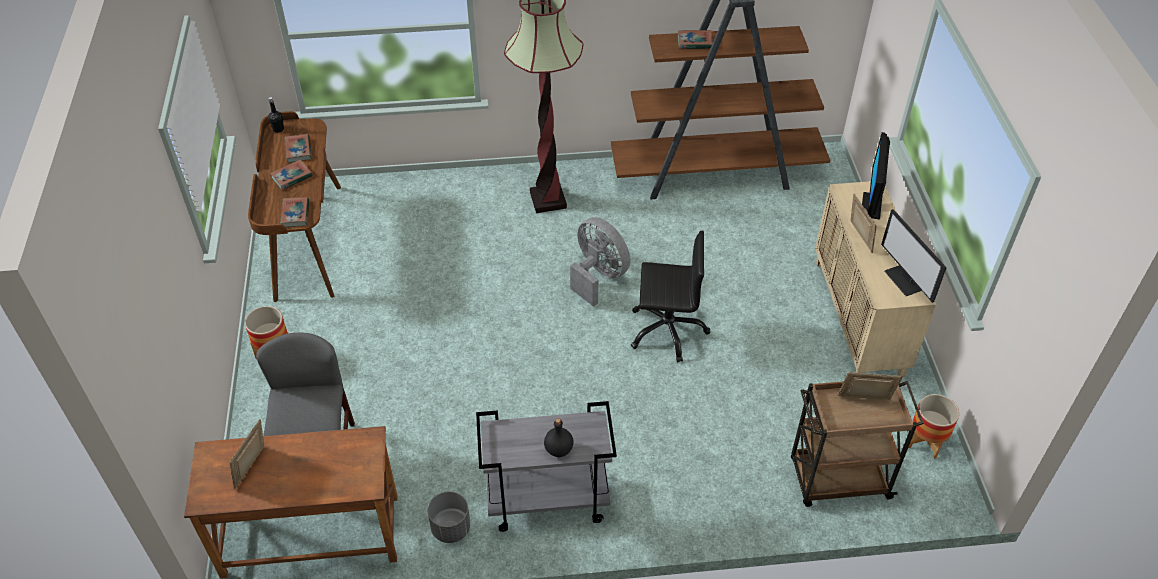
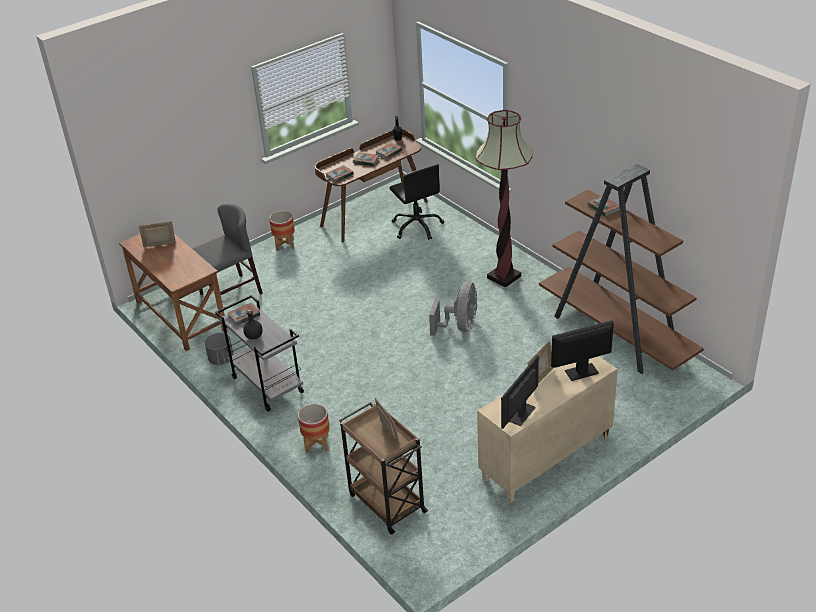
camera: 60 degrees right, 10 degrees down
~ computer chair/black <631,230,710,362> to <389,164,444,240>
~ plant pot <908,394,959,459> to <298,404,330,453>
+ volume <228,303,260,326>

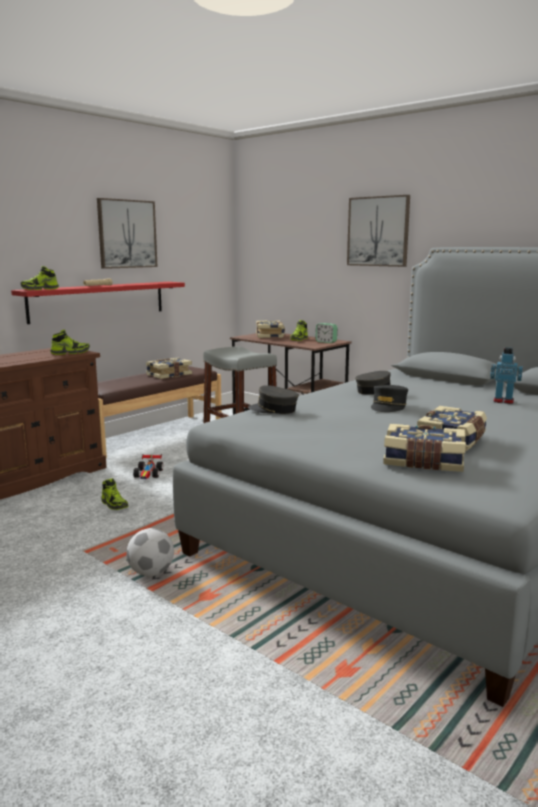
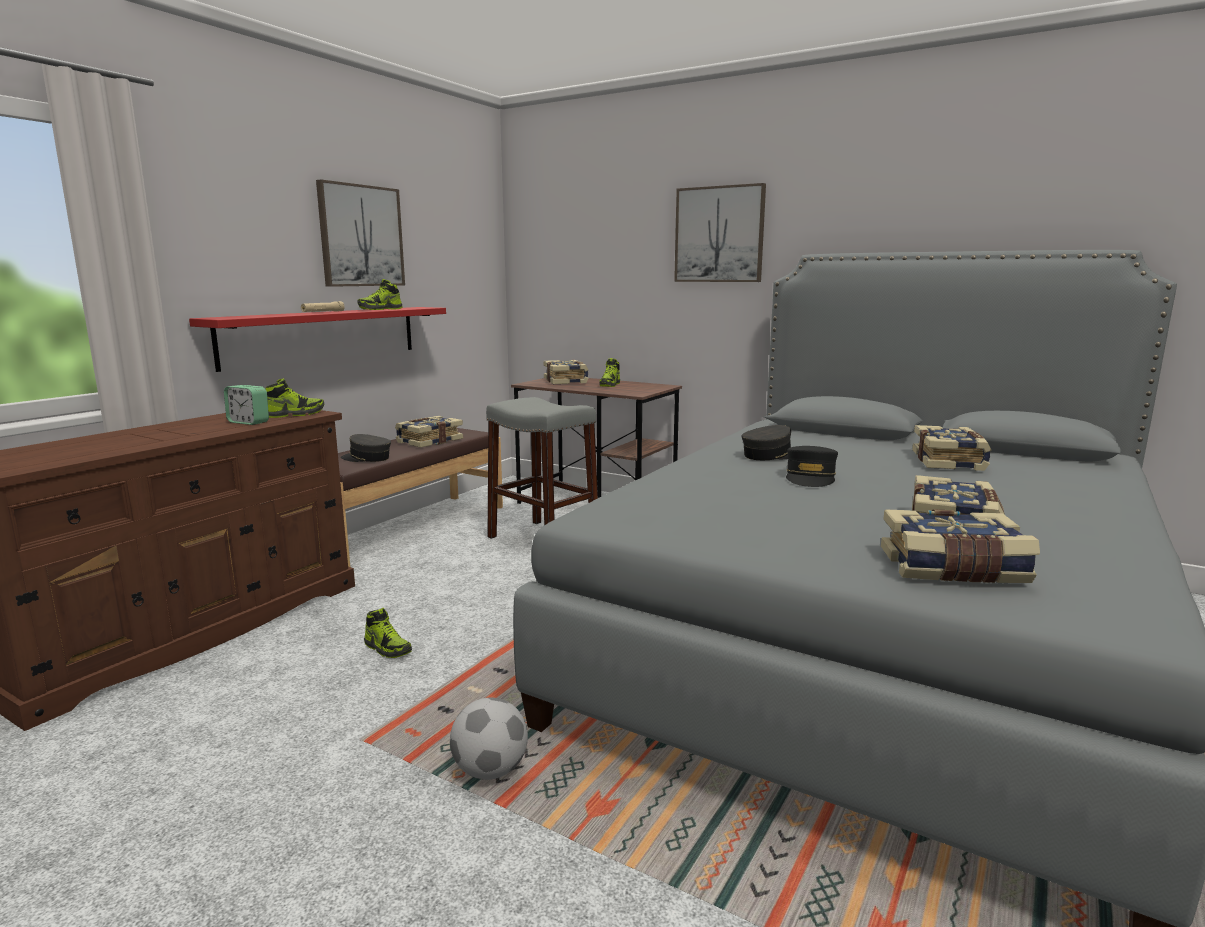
camera: 10 degrees left, 0 degrees up
~ shoe <20,266,59,290> to <357,279,402,310>
- toy car <133,454,163,479>
~ cap/gray <248,385,299,414> to <340,434,391,462>
~ bedside clock <315,323,338,343> to <224,385,269,425>
~ toy robot <490,347,523,404> to volume <912,425,991,471>

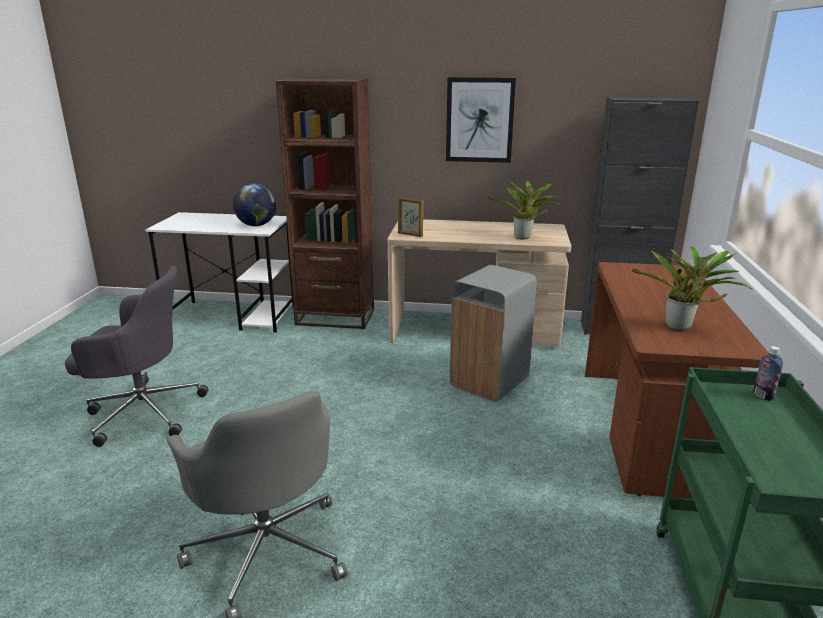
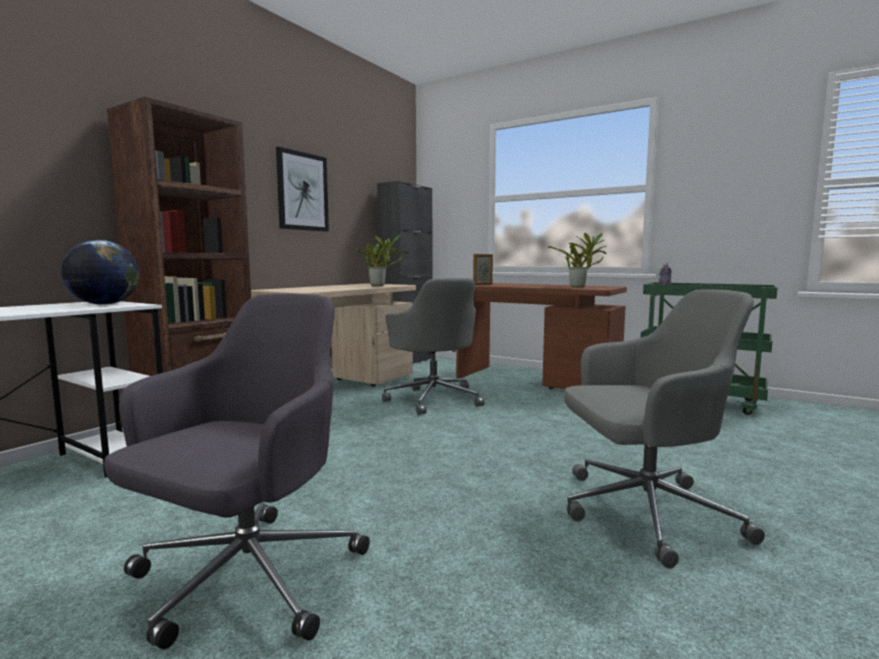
camera: 65 degrees left, 15 degrees down
~ photo frame <398,197,423,237> to <473,254,493,285>
~ rubbish bin/gray <450,265,537,402> to computer chair/gray <382,278,485,415>

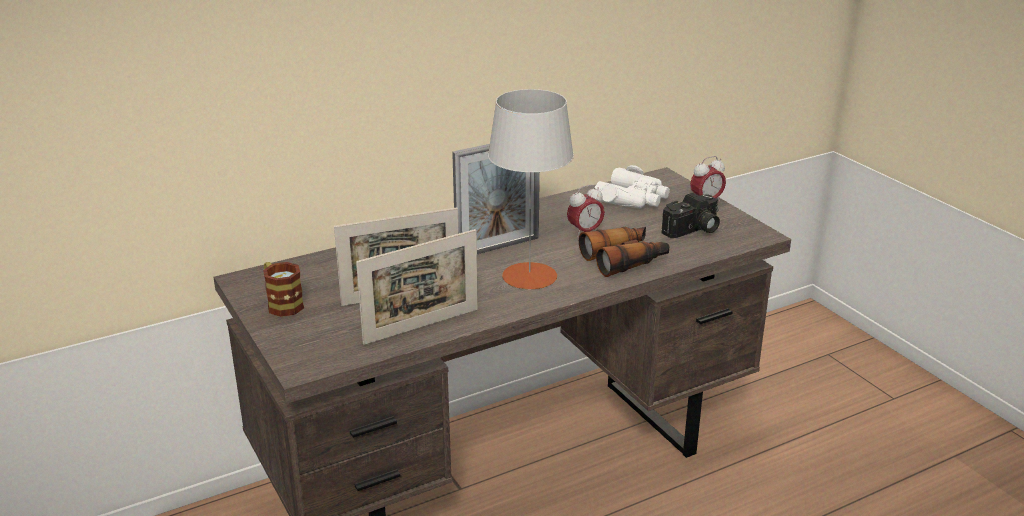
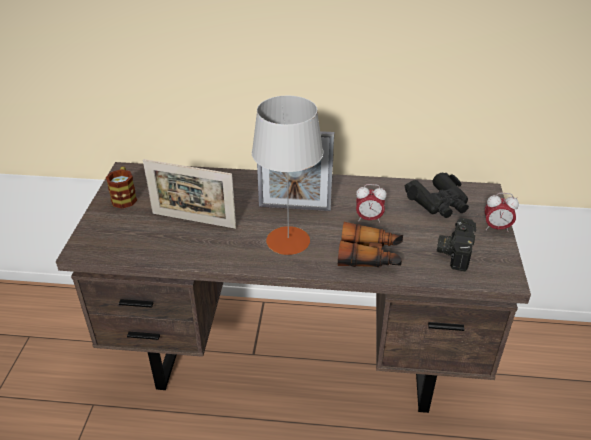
camera: 35 degrees right, 10 degrees up
- photo frame <356,229,478,345>
~ field glasses/white <593,165,670,208> to field glasses/black <405,173,469,218>
~ photo camera <662,193,720,238> = <437,218,476,271> 105 degrees clockwise

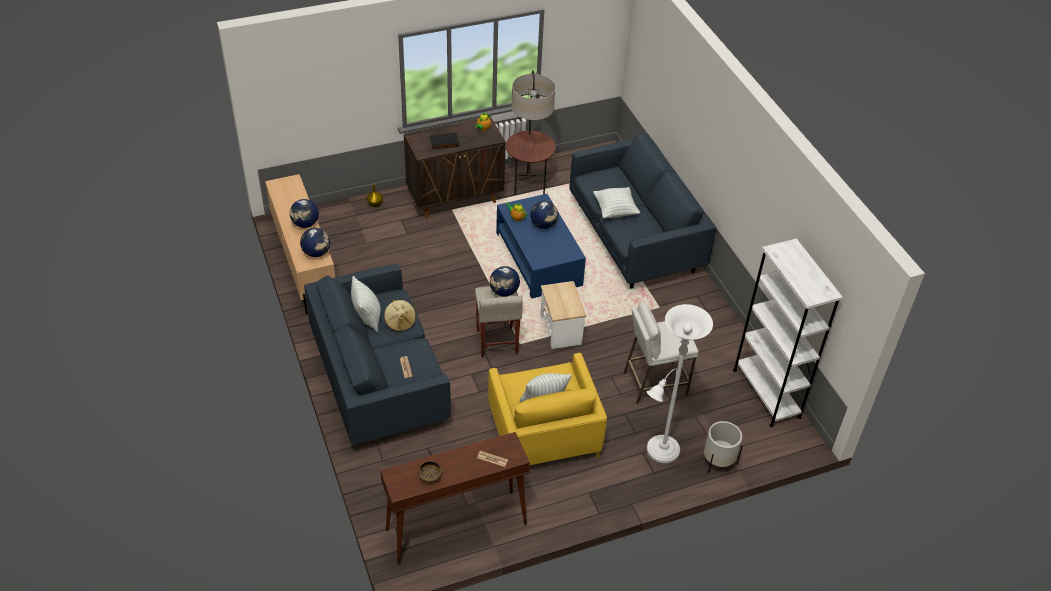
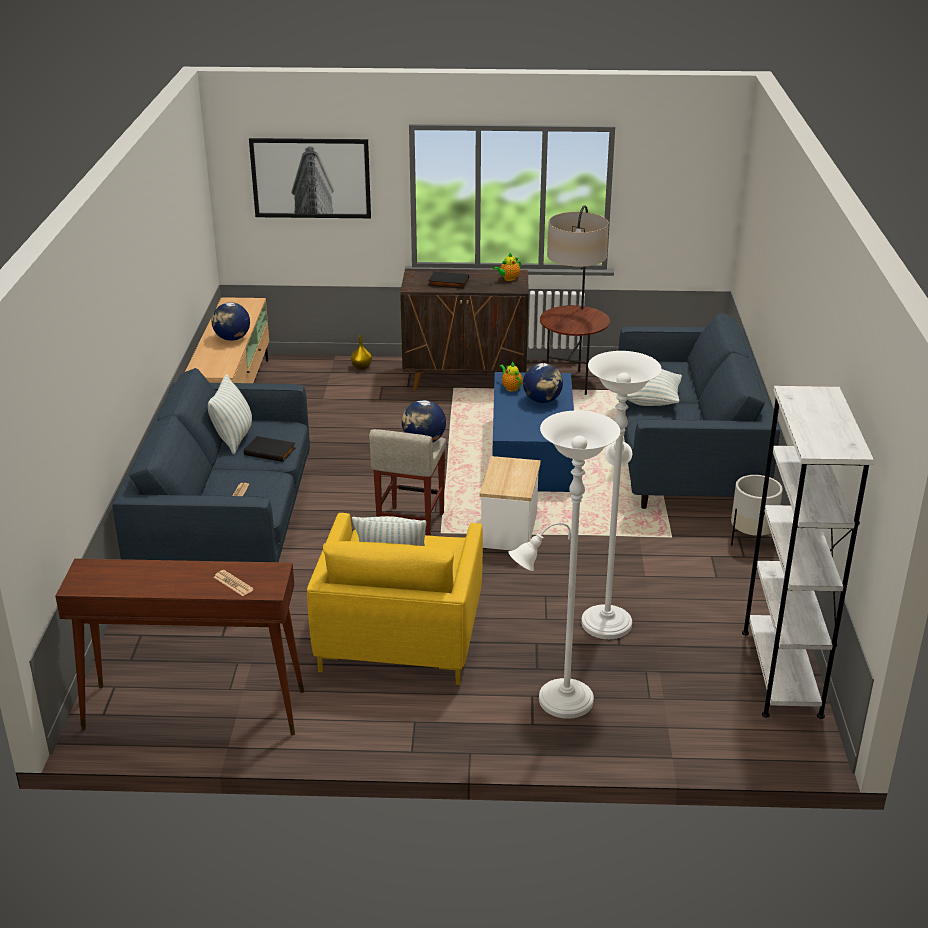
camera: 25 degrees right, 15 degrees down
- globe <300,228,330,257>
~ wearable hat/sand-coloured <384,300,416,332> to volume/black <244,436,295,462>
- deep dish <418,461,442,483>
~ sitting stool/white <623,301,699,404> to standard lamp/white <581,351,661,639>
~ plant pot/white <704,421,743,474> to <731,475,783,545>
+ wall art <249,138,371,218>

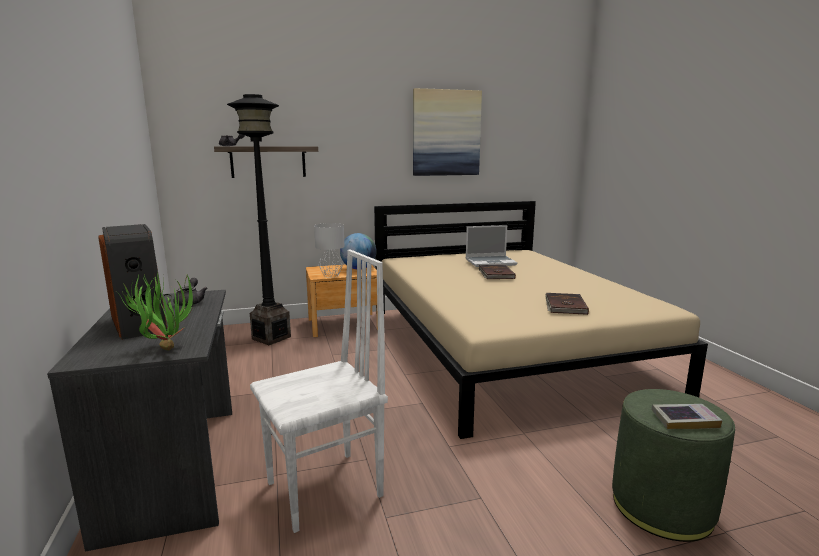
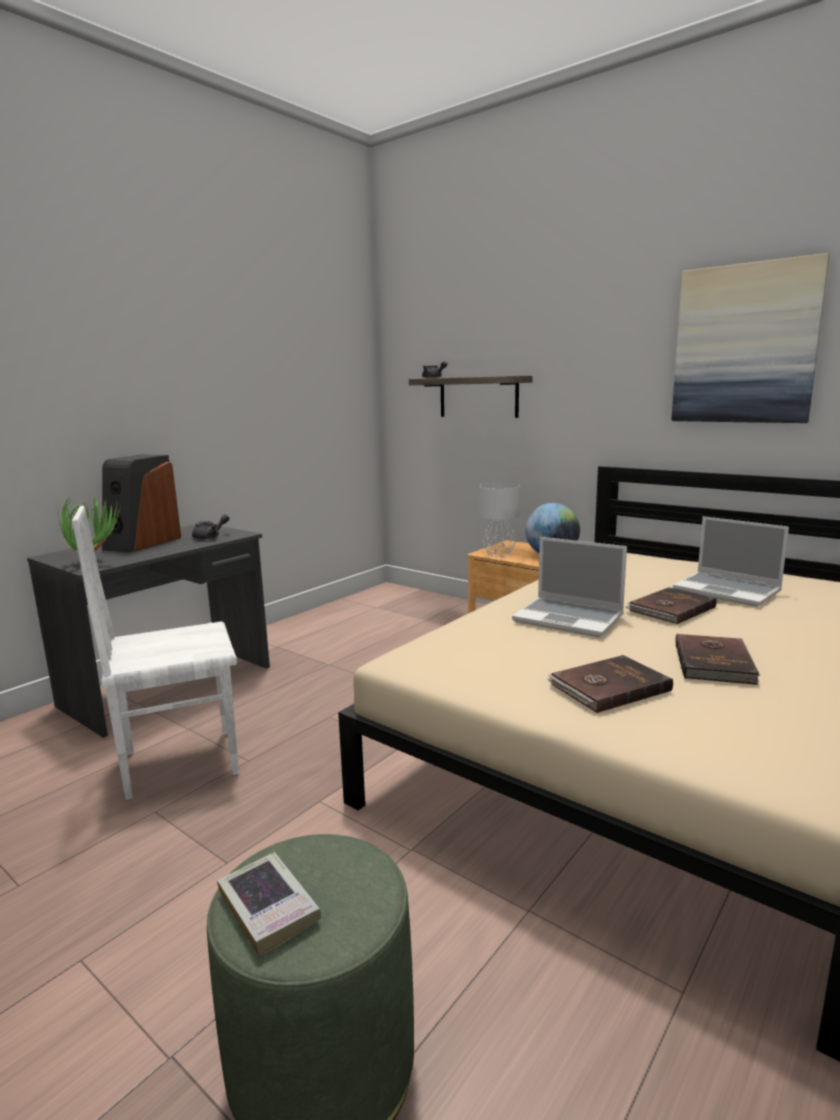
camera: 55 degrees right, 0 degrees up
- standard lamp/black <227,94,291,345>
~ chair/white <250,249,388,533> = <72,506,239,800> 135 degrees clockwise
+ portable computer <512,537,627,637>
+ volume/brown <675,634,760,685>

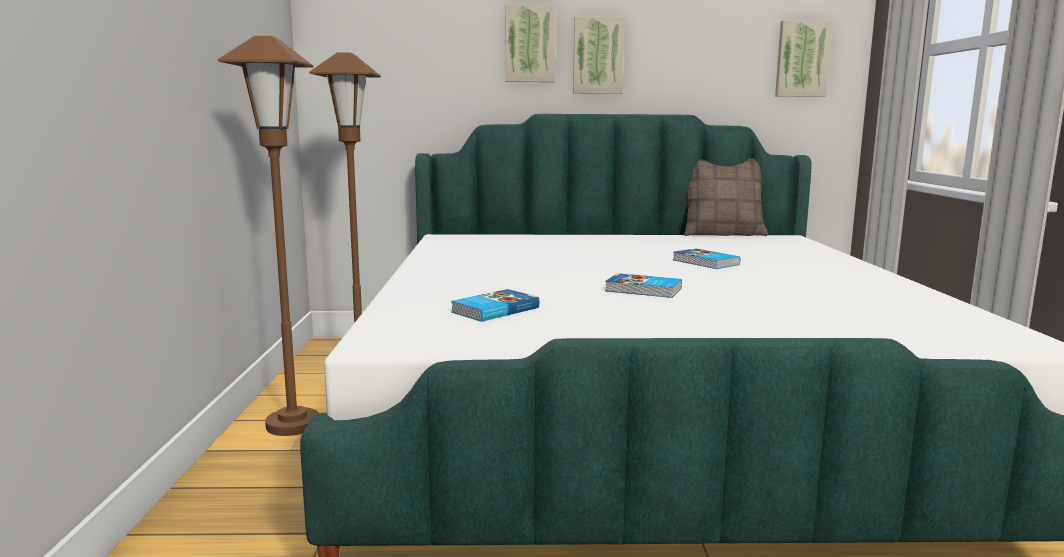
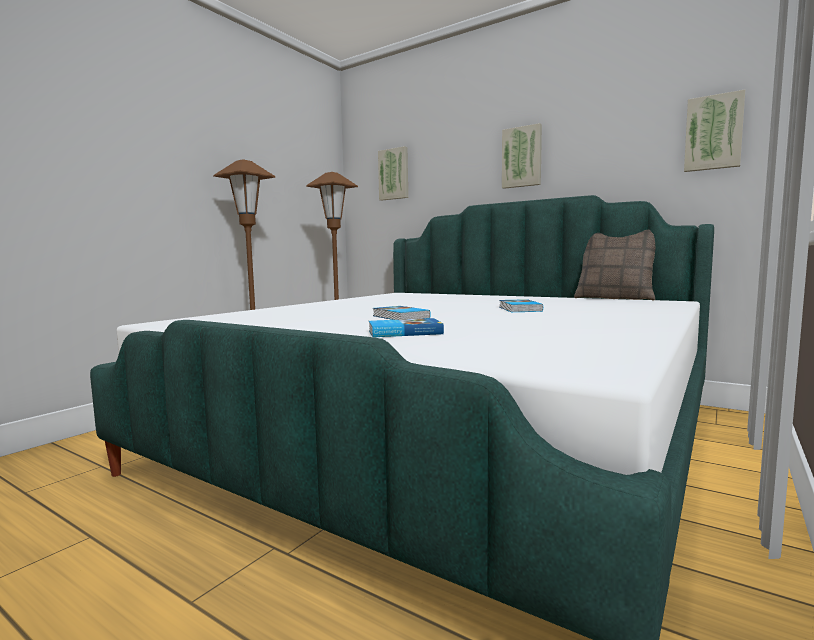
camera: 35 degrees right, 5 degrees down
~ volume <451,289,539,322> to <369,318,444,337>
~ wall art <505,4,556,82> to <378,146,408,200>

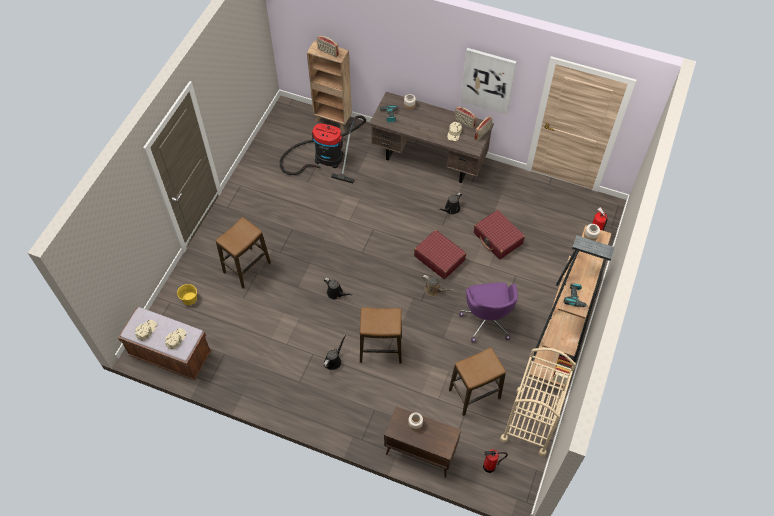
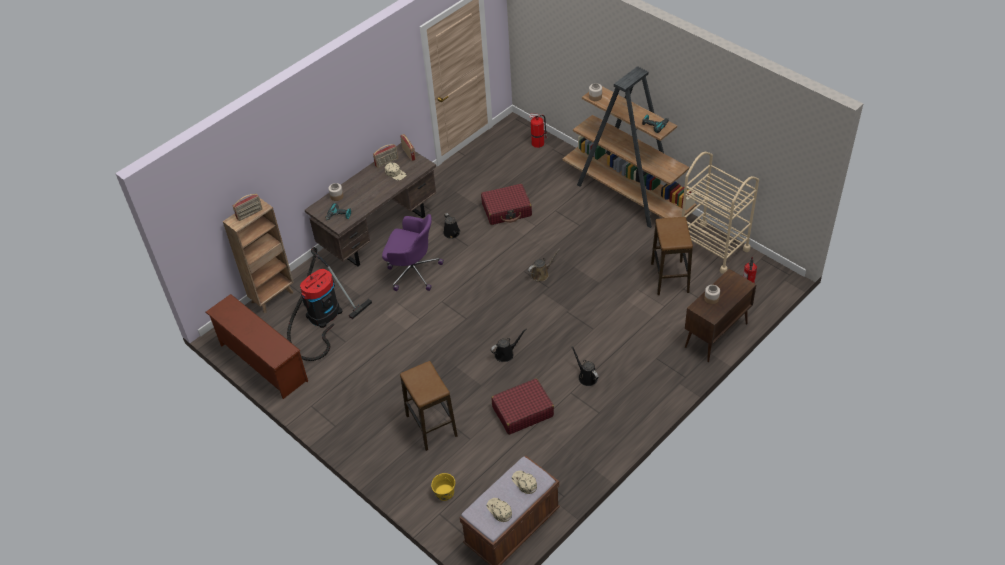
camera: 65 degrees left, 10 degrees down
- sitting stool <360,307,402,364>
~ suitcase/red-coloured <414,230,466,279> to <491,378,554,435>
~ computer chair/purple-coloured <459,282,518,343> to <382,214,444,291>
- wall art <461,48,517,115>
+ shoe rack/brown <206,294,308,399>

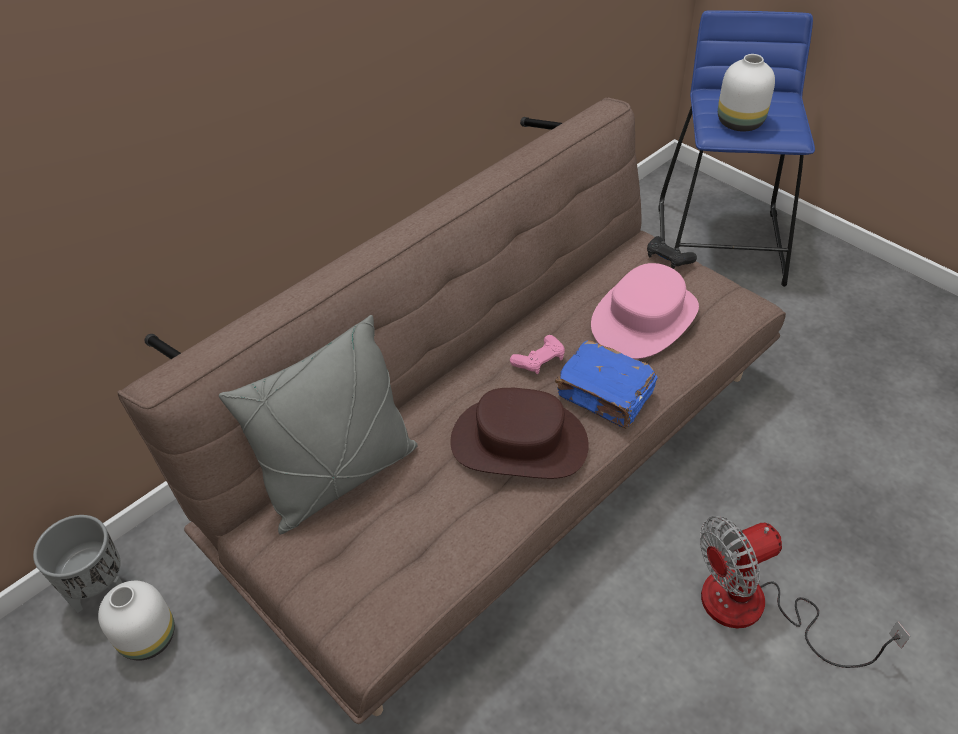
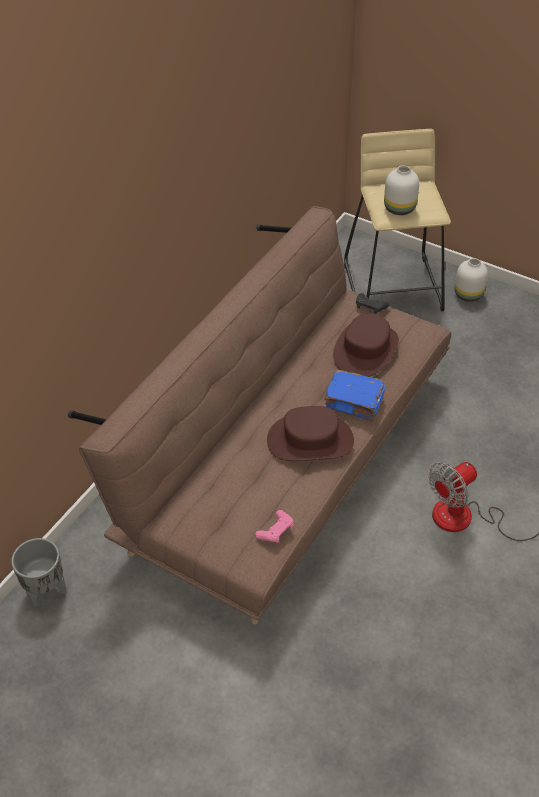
camera: 15 degrees left, 0 degrees up
~ vase/white <98,581,175,660> to <454,258,488,302>
- cushion/gray <219,315,418,534>
~ gamepad/pinkish <510,335,565,374> to <255,510,294,543>
~ wearable hat/pinkish <591,263,699,359> to wearable hat/brown <333,313,399,377>
~ sitting stool/blue-coloured <659,10,815,287> to sitting stool/sand-coloured <344,129,451,312>

